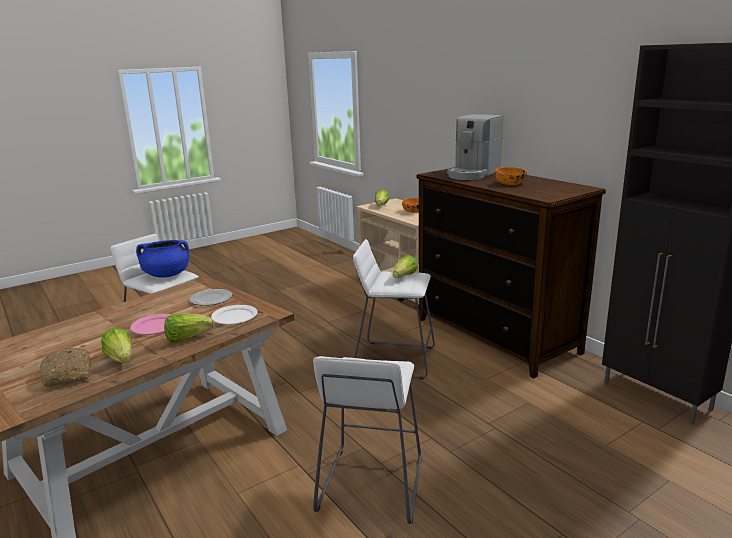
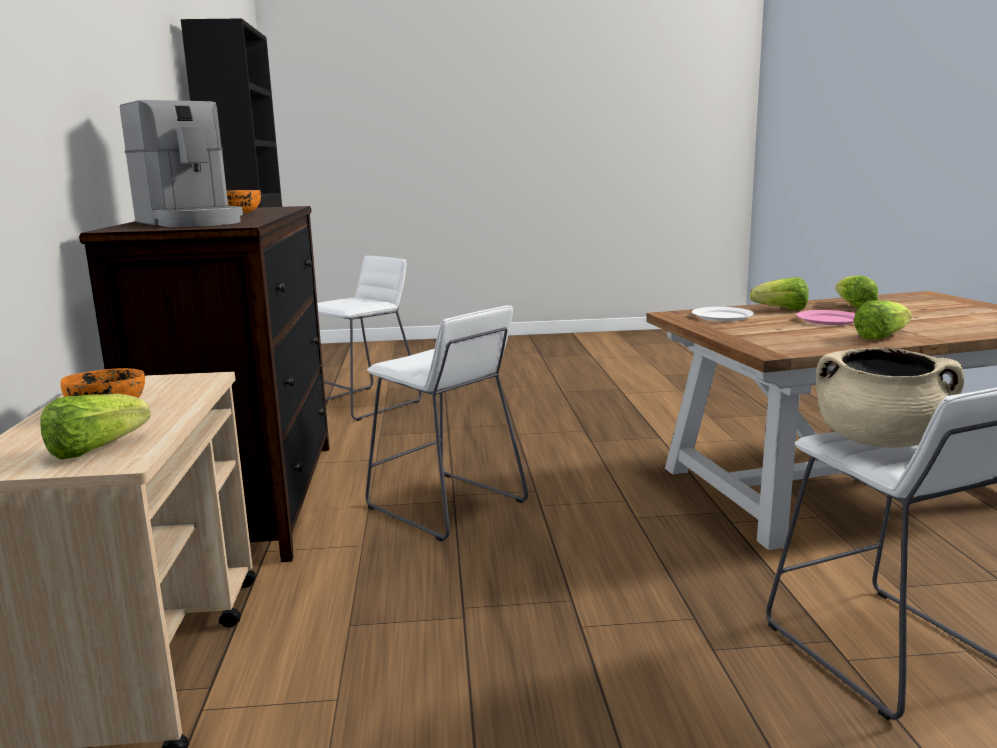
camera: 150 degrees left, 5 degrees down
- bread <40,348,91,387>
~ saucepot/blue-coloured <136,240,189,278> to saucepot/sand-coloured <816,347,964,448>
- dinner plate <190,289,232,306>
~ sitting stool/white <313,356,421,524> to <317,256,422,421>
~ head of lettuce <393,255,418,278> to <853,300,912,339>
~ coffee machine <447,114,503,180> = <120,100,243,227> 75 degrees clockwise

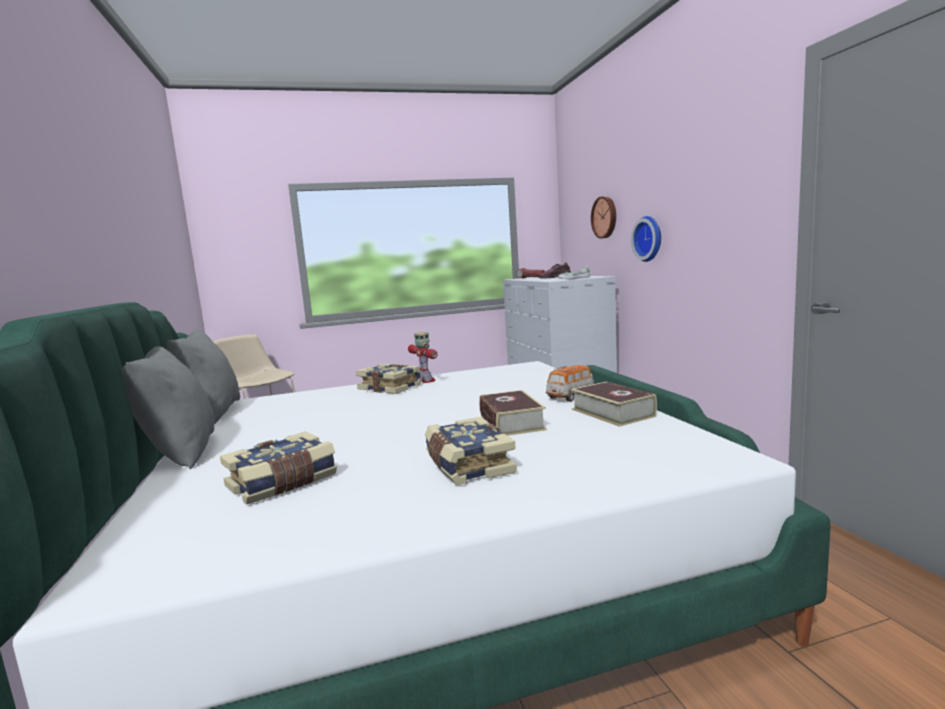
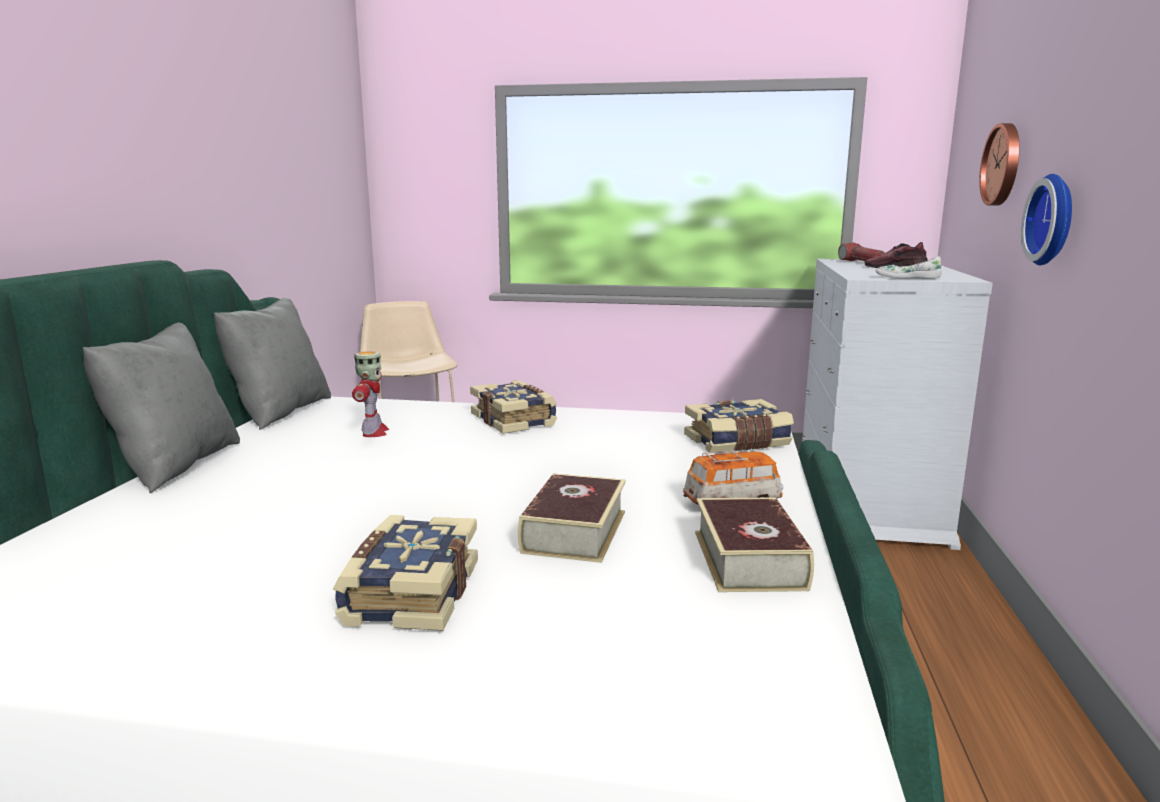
camera: 25 degrees right, 5 degrees up
~ volume <220,432,337,505> to <684,399,794,452>
~ toy robot <408,332,437,383> to <352,351,389,437>

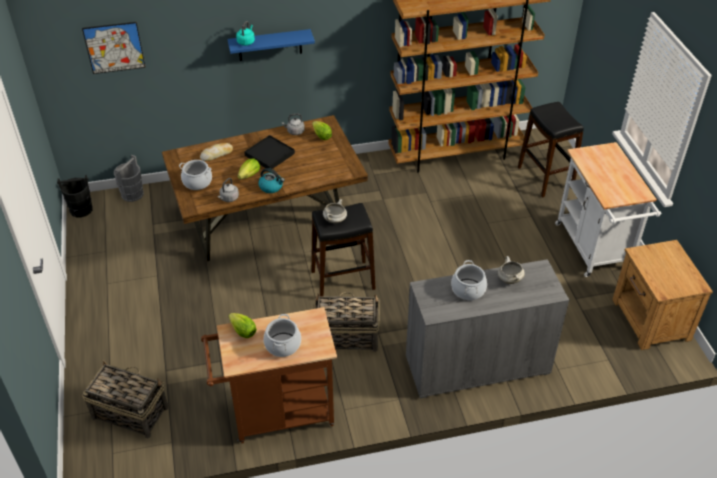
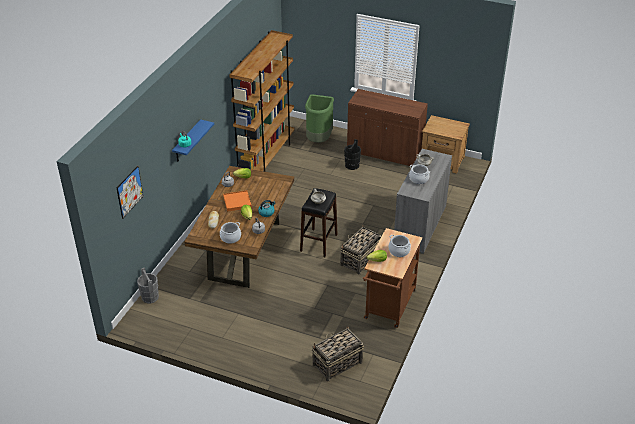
camera: 55 degrees left, 5 degrees down
~ water bucket/black <57,175,93,217> to <344,139,361,170>
~ serving tray/black <244,135,295,169> to serving tray/orange <223,190,252,212>
~ sitting stool/black <518,102,584,197> to rubbish bin/green-coloured <305,94,334,143>
~ cart/white <555,142,661,277> to cupboard/brown <347,89,428,166>

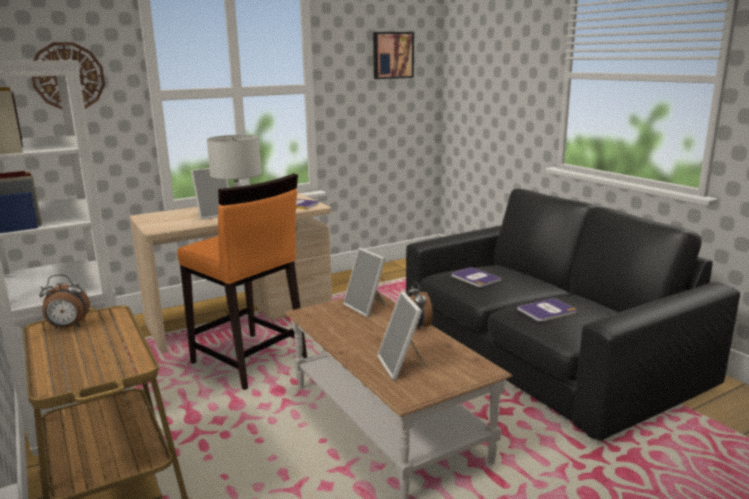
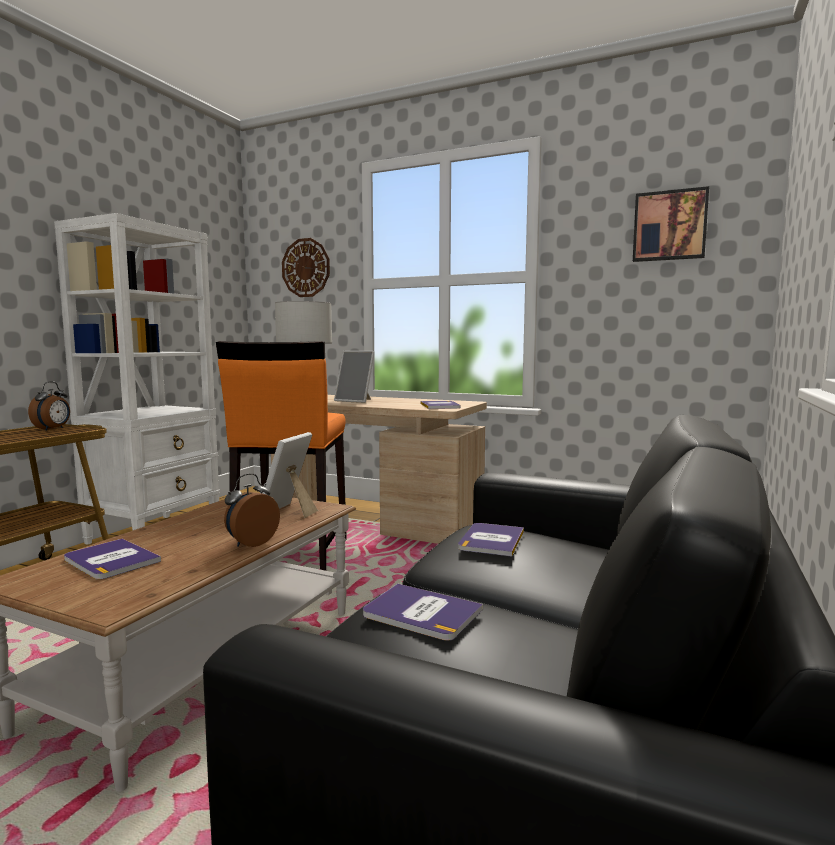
camera: 55 degrees right, 10 degrees down
~ bedside clock <39,274,90,329> = <28,381,70,431> 120 degrees counterclockwise
~ photo frame <377,291,427,380> to volume <64,539,161,579>

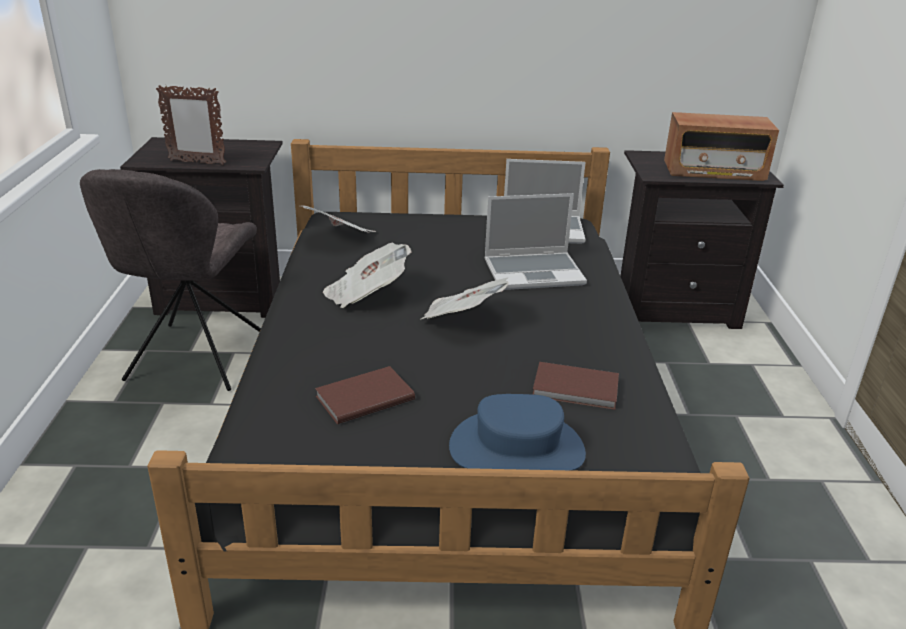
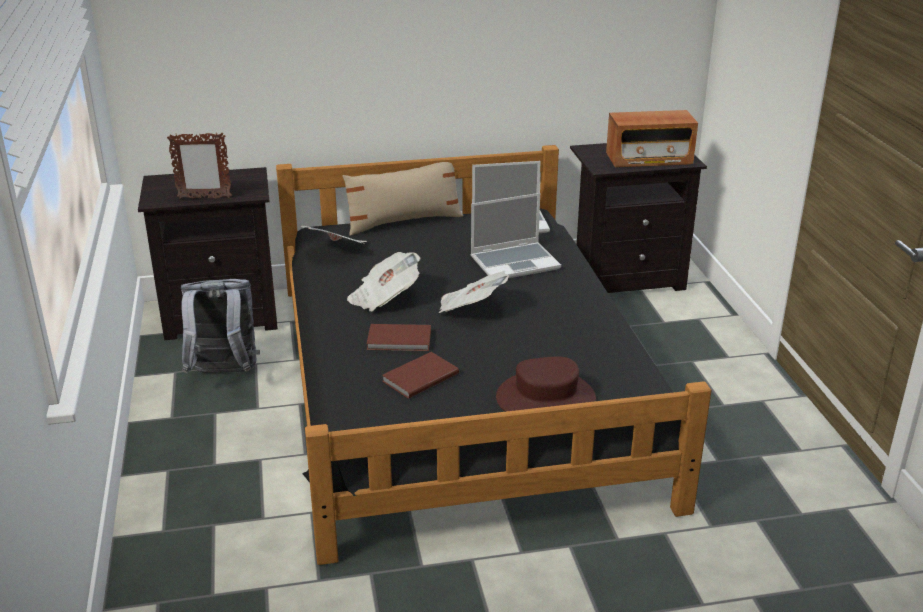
camera: 10 degrees left, 0 degrees up
~ chair/gray <80,169,261,391> to knapsack/gray <181,279,260,373>
~ wearable hat/blue-coloured <449,394,586,471> to wearable hat/brown <496,357,596,412>
~ volume/brown <533,362,619,410> to <367,324,431,351>
+ cushion/sand-coloured <342,162,463,236>

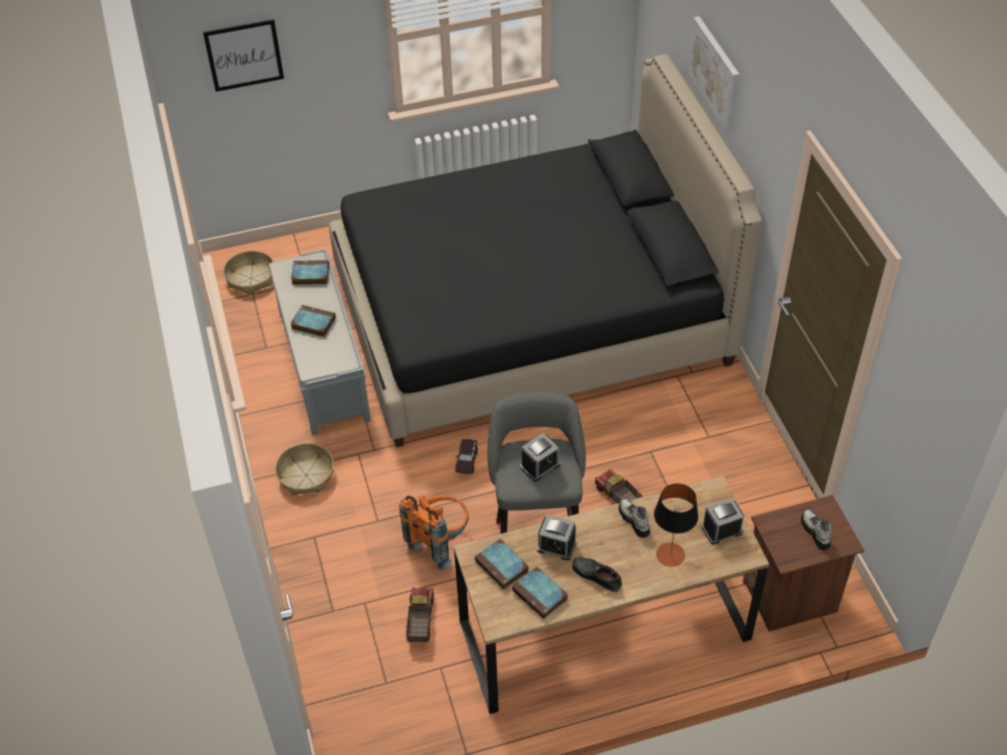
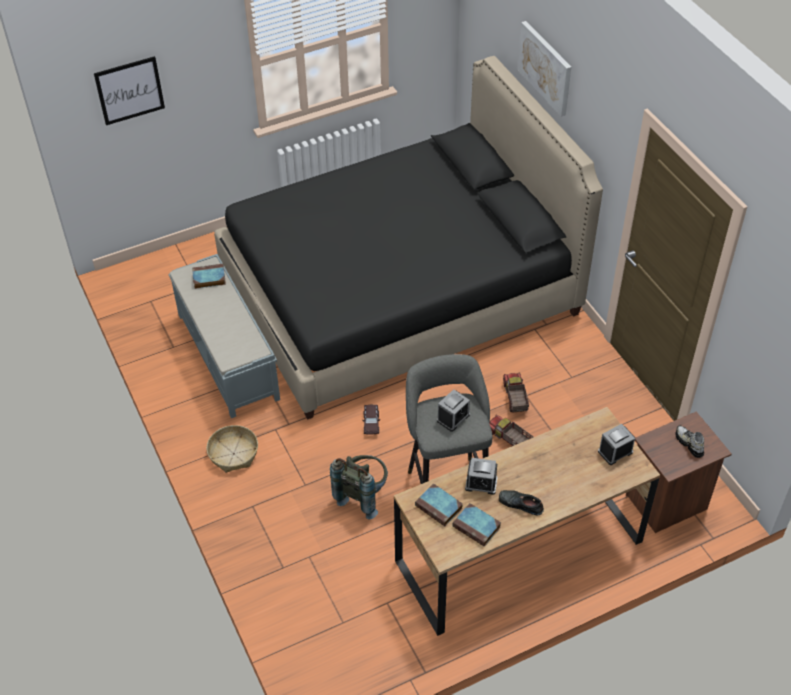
camera: 10 degrees left, 0 degrees up
- basket <223,251,273,295>
- volume <290,305,336,337>
~ knapsack/orange <399,495,469,570> to knapsack/gray <330,455,388,520>
~ model truck <406,587,434,642> to <503,373,529,413>
- shoe <619,498,650,538>
- tabletop lamp <654,483,698,567>

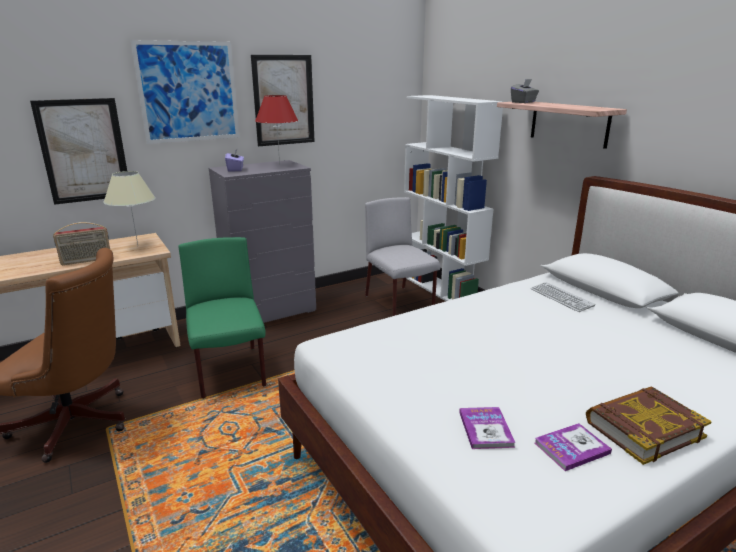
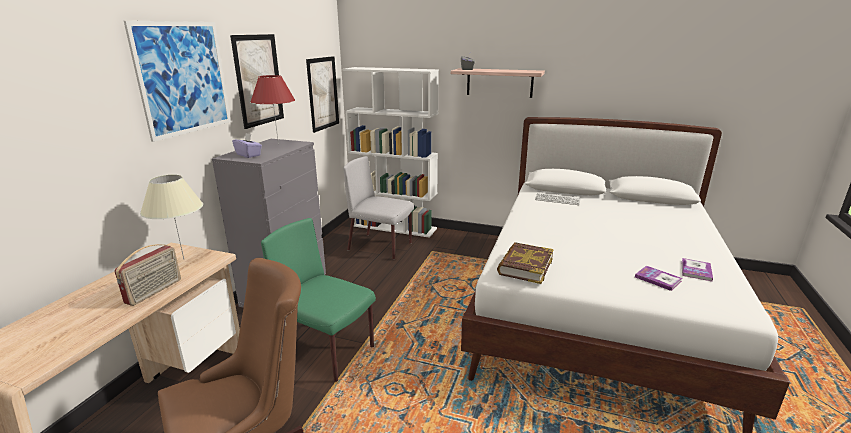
camera: 40 degrees left, 0 degrees up
~ wall art <30,98,127,205> to <306,56,339,133>
~ volume <586,386,712,465> to <497,242,554,284>

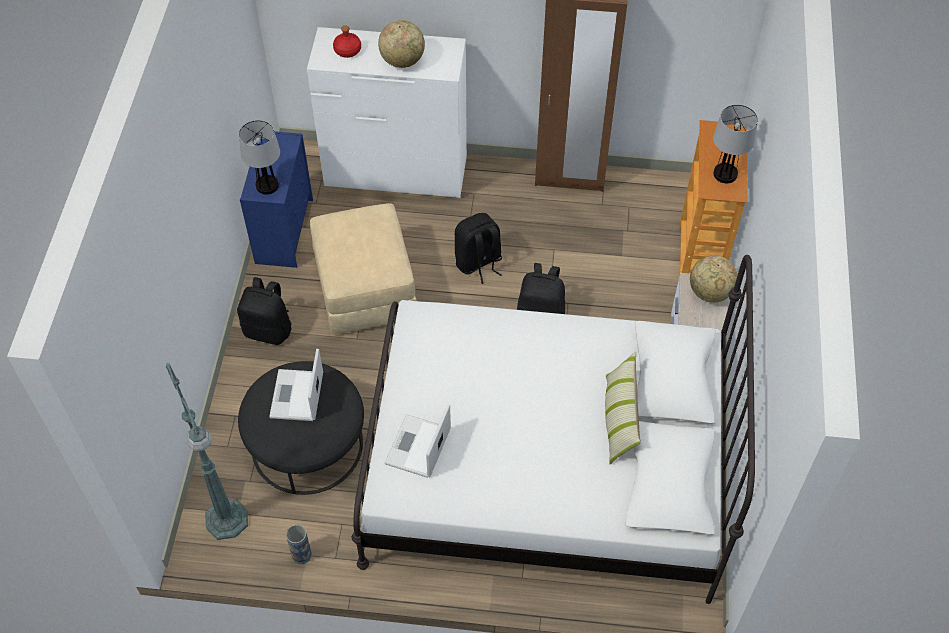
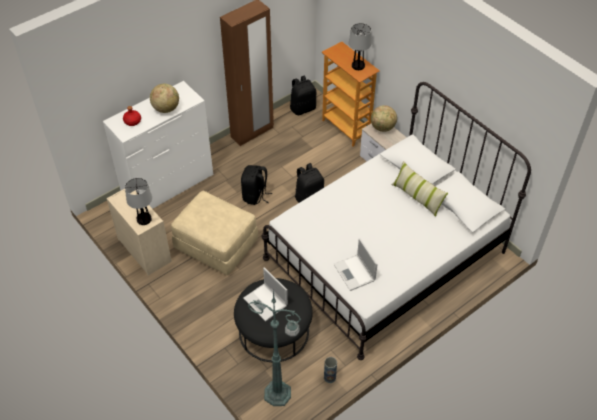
camera: 45 degrees left, 5 degrees down
~ knapsack/black <237,277,292,345> to <290,75,316,115>
~ drawer chest/blue-coloured <240,131,313,268> to drawer chest/sand-coloured <107,189,172,276>

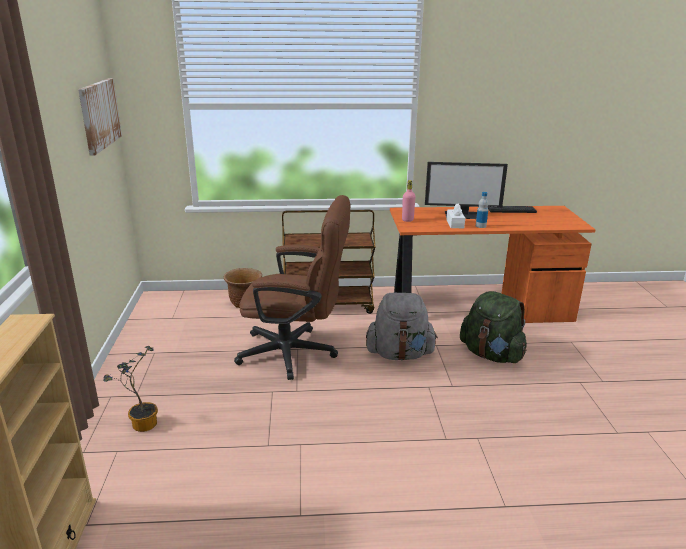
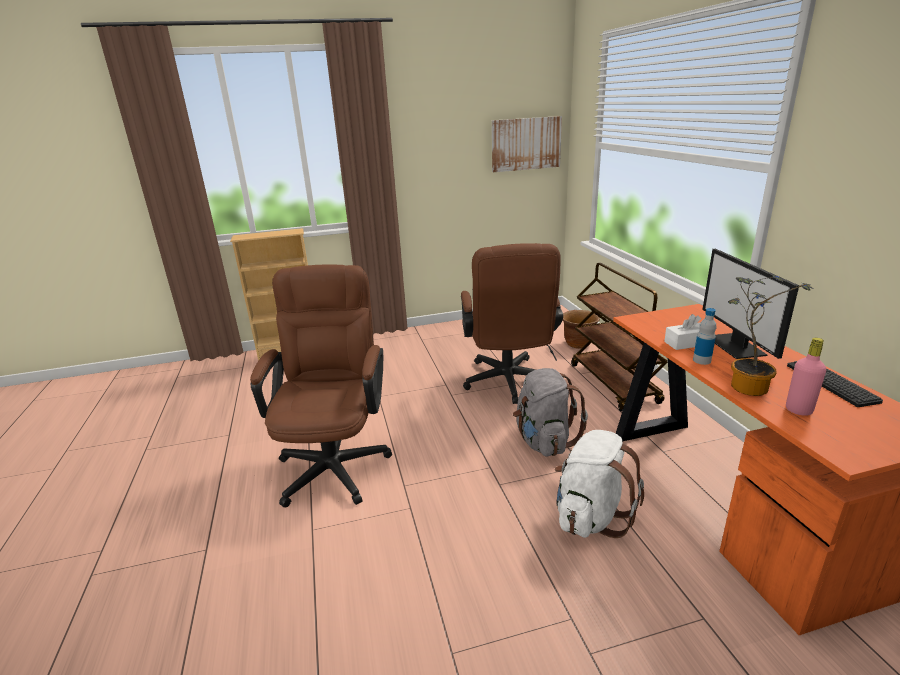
camera: 80 degrees right, 0 degrees up
~ plant in a pot <103,346,158,432> to <728,275,814,396>
~ bottle/pinkish <402,180,416,222> to <786,338,826,416>
~ knapsack/green-coloured <460,291,527,363> to knapsack/white <555,430,644,538>
+ computer chair/brown <250,264,392,508>

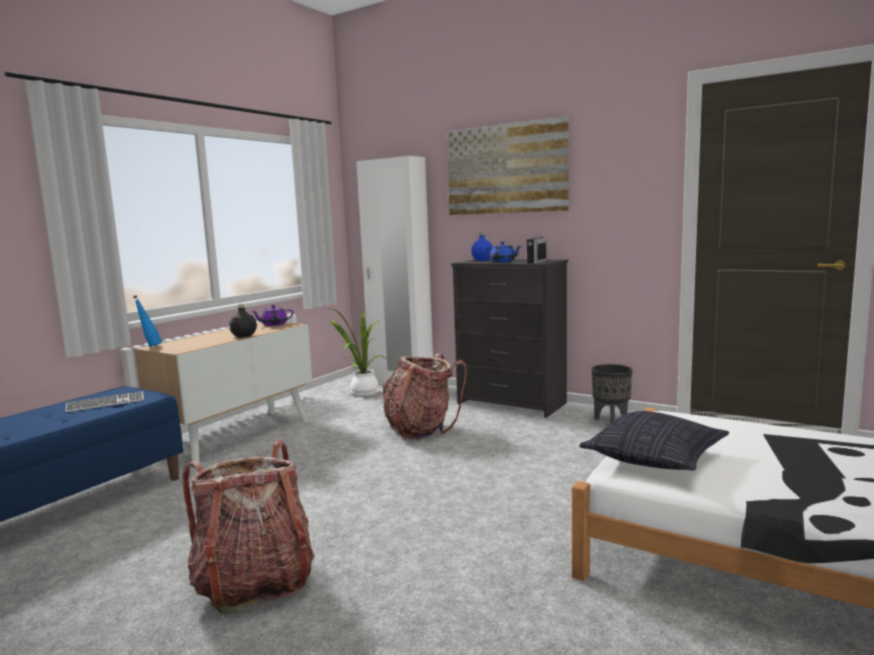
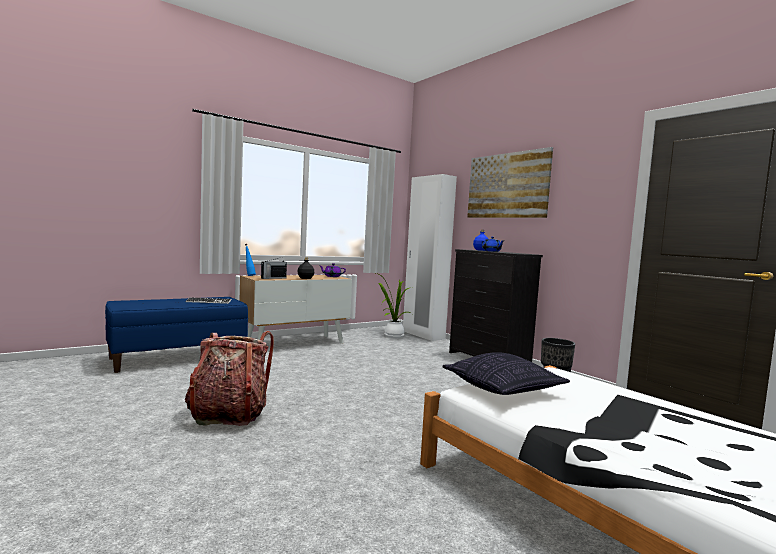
camera: 20 degrees right, 5 degrees down
- knapsack <382,353,467,440>
~ radio <527,232,546,264> to <261,258,287,279>

